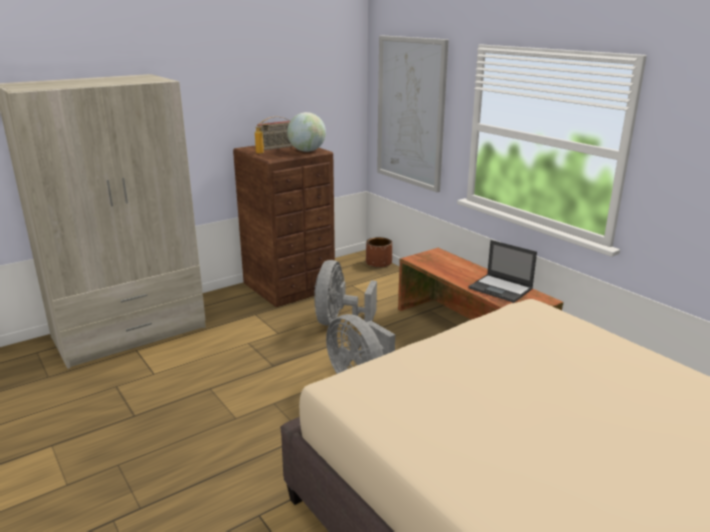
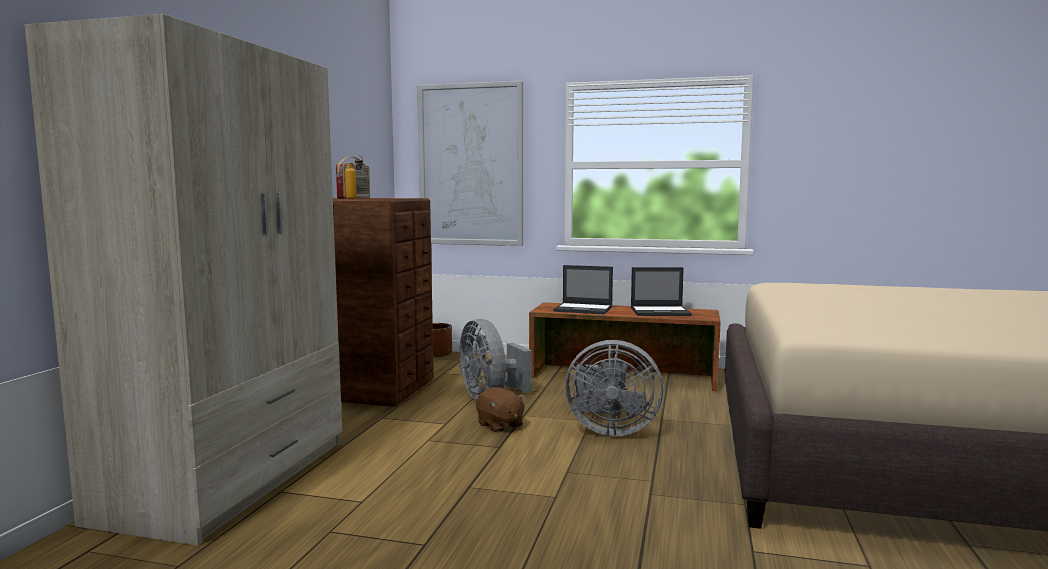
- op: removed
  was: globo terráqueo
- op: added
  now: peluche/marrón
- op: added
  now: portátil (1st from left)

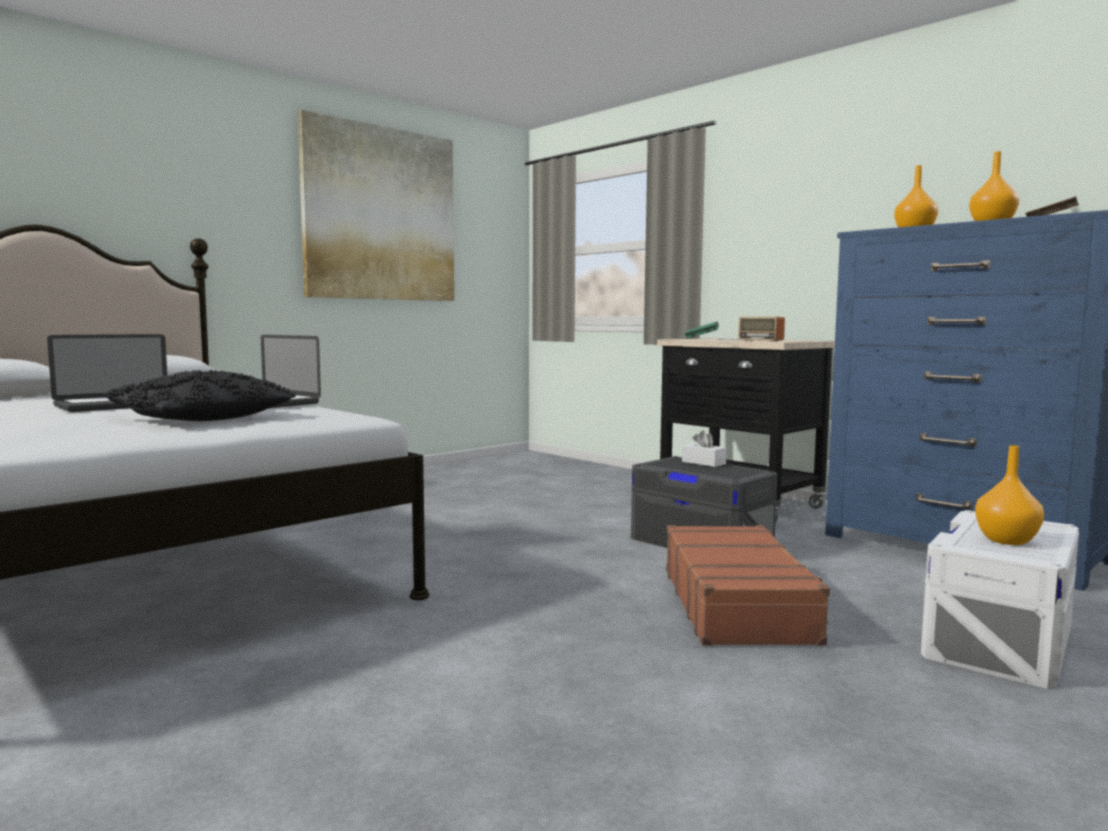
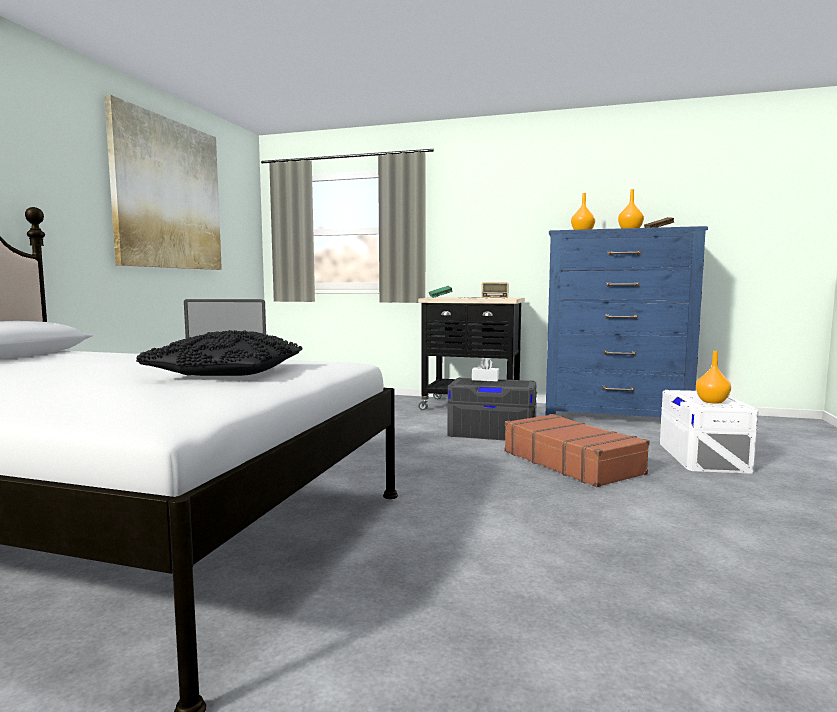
- op: removed
  was: portátil (1st from left)

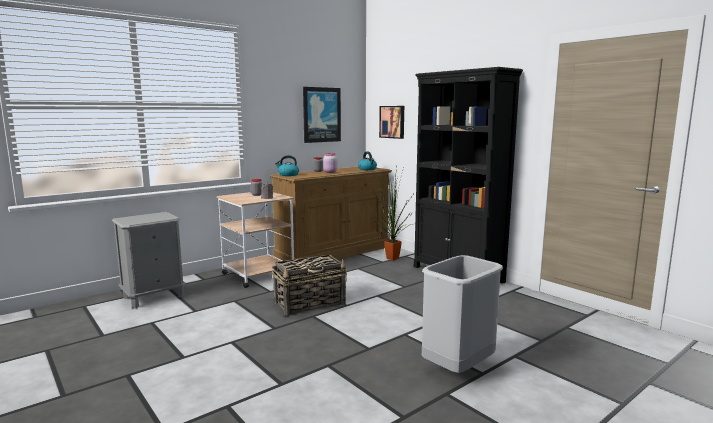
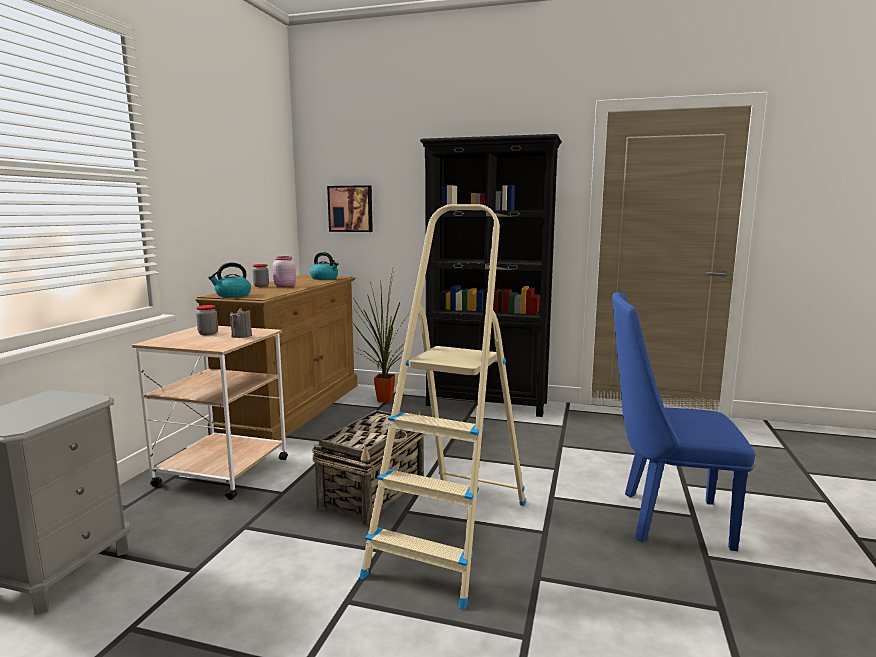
- op: removed
  was: cuadro (1st from left)
- op: added
  now: escalera de tijera/beis
- op: replaced
  was: papelera/gris
  now: silla/azul

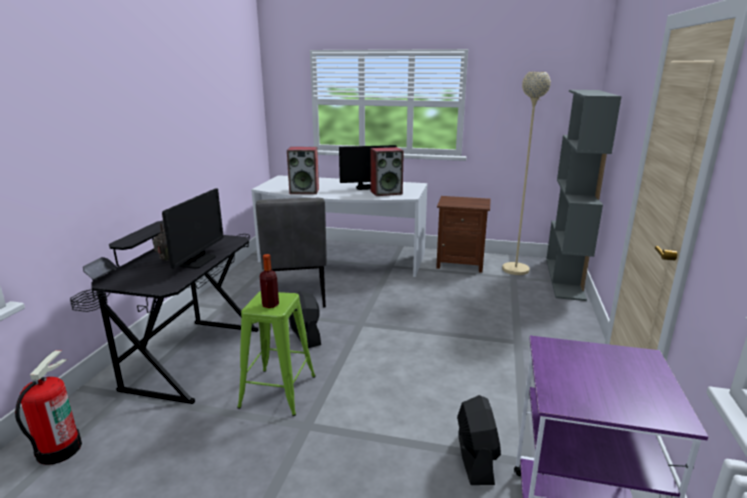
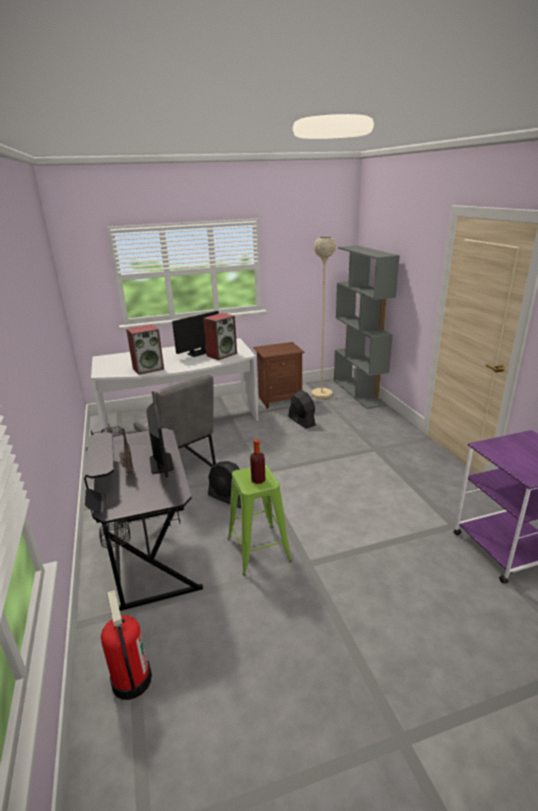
- op: moved
  was: ventilador/negro (2nd from left)

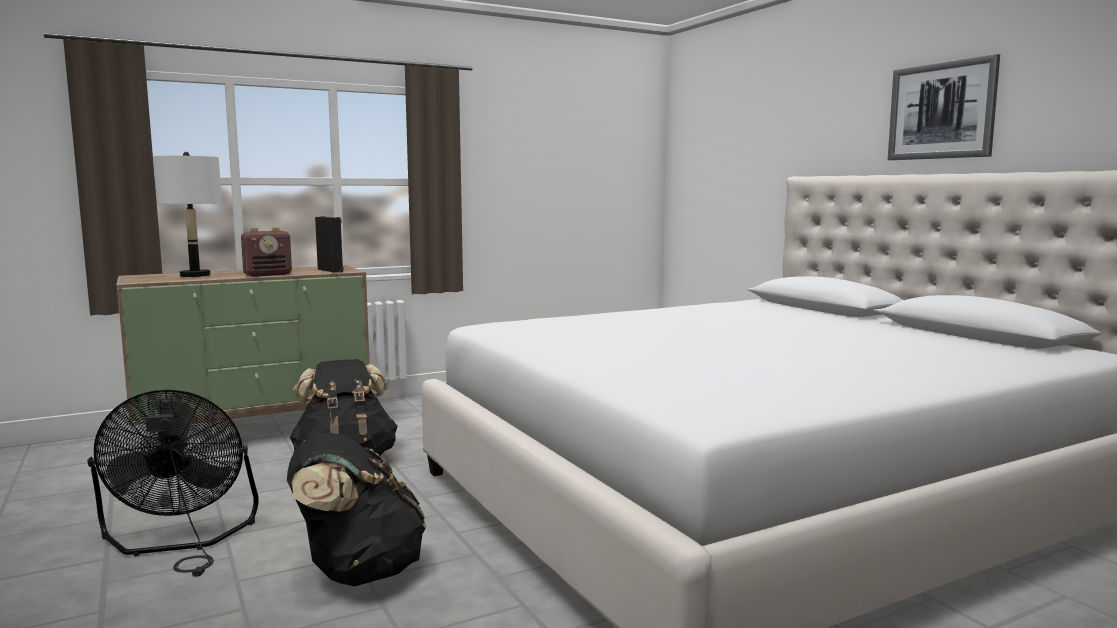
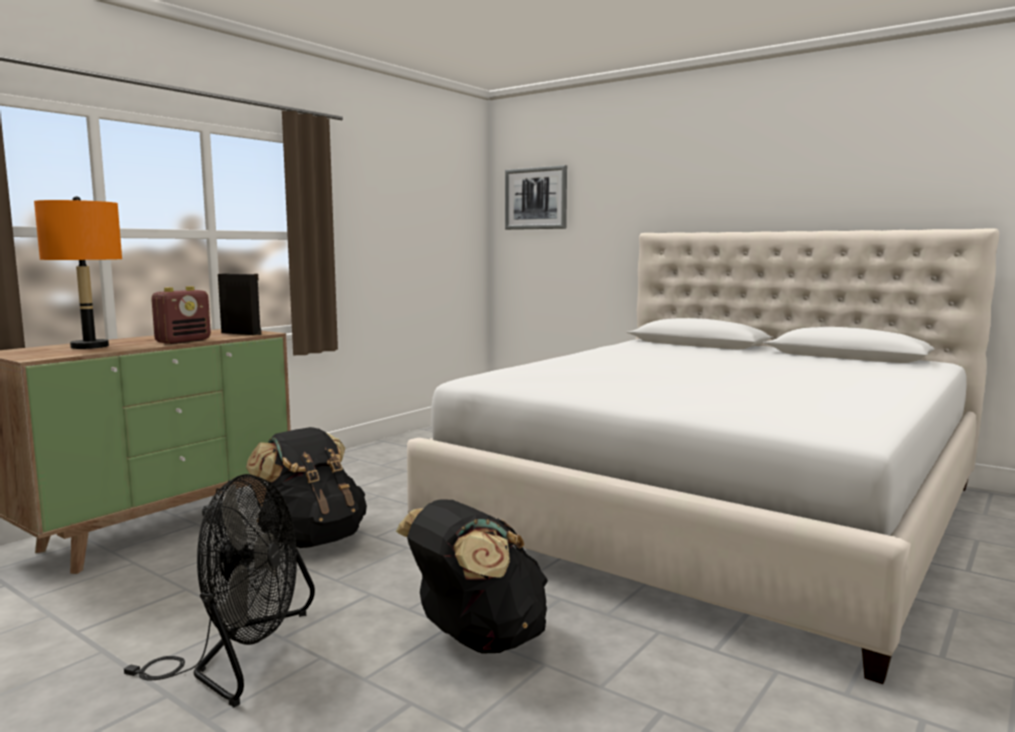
- op: moved
  was: cuadro
- op: recoloured
  was: lámpara de mesa/blanco
  now: lámpara de mesa/naranja
- op: turned
  was: ventilador/negro
  clockwise: 135

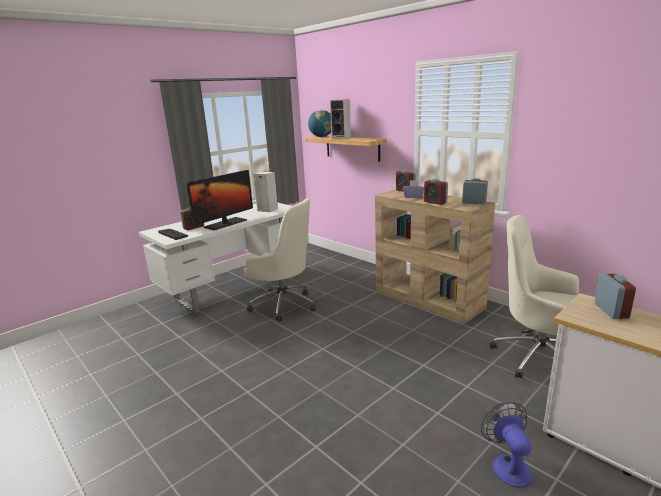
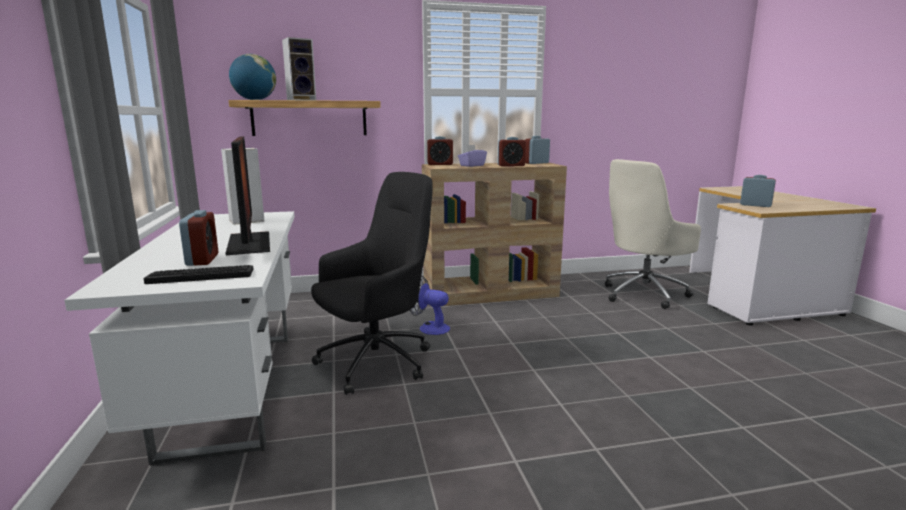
- op: moved
  was: ventilador
- op: recoloured
  was: silla de oficina/beis (1st from left)
  now: silla de oficina/negro

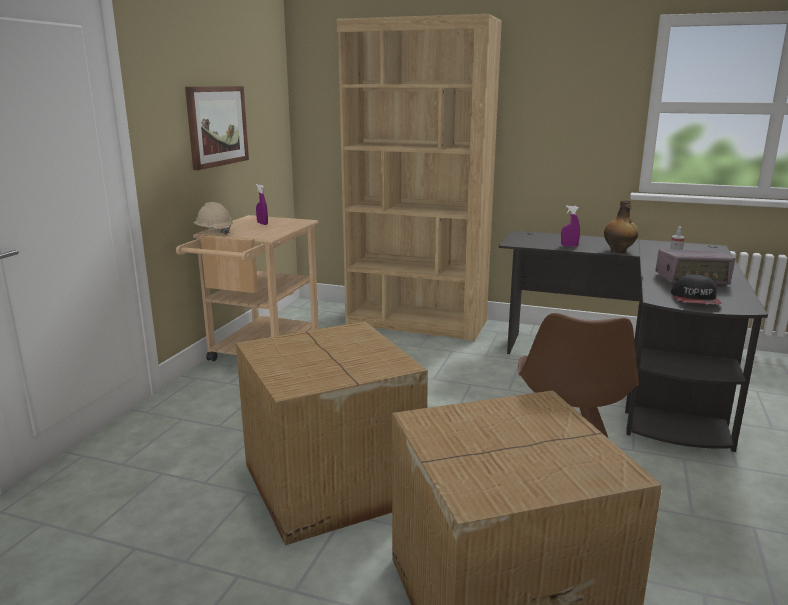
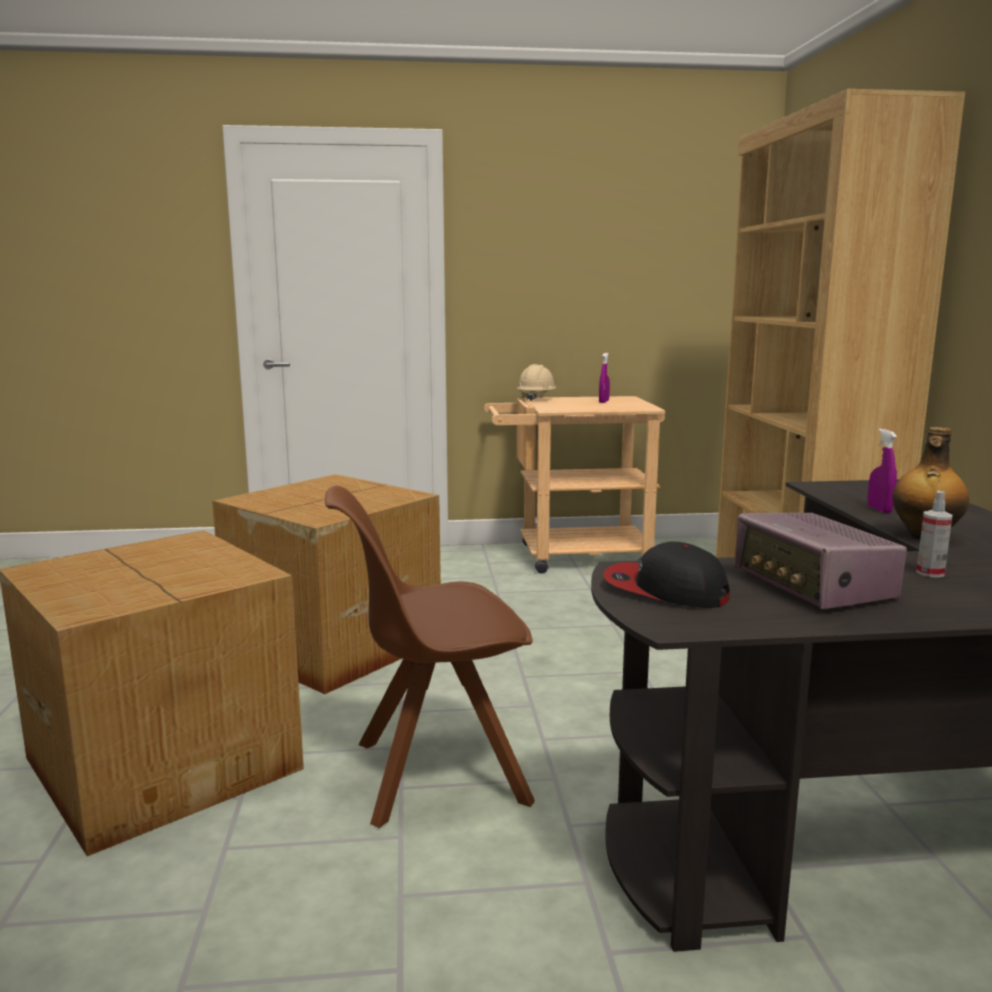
- op: removed
  was: cuadro
- op: turned
  was: gorra
  clockwise: 45

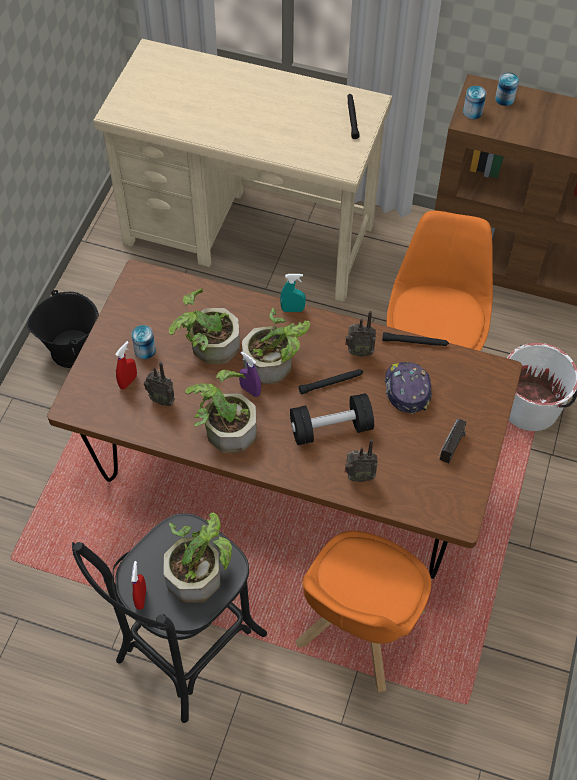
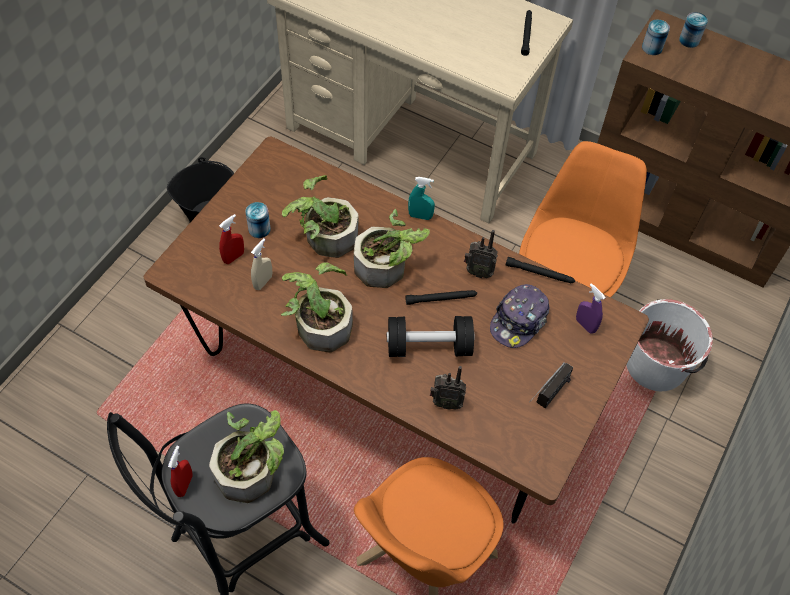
- op: moved
  was: pulverizador/morado
- op: replaced
  was: radio (1st from left)
  now: pulverizador/beis
- op: turned
  was: gorra
  clockwise: -150

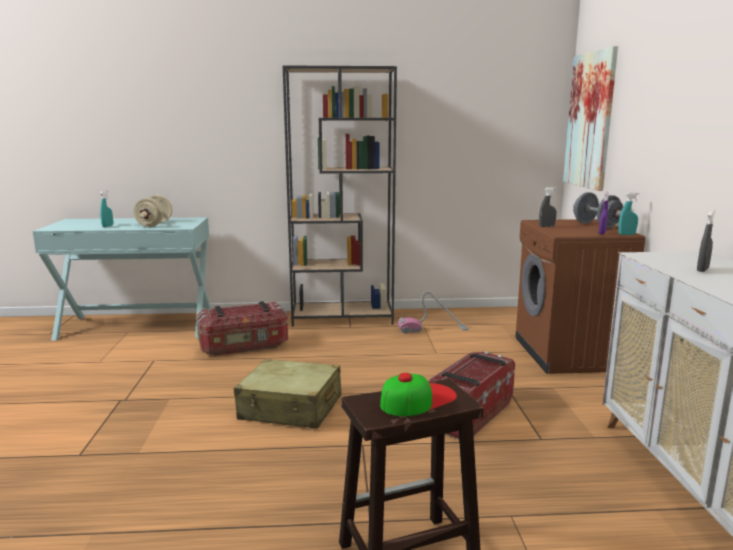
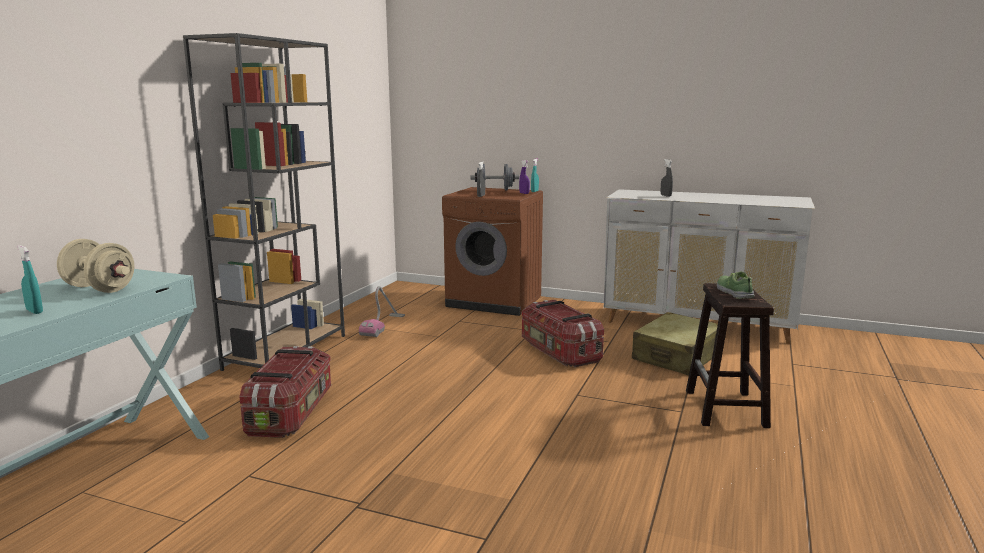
- op: removed
  was: cuadro
- op: moved
  was: maleta/beis
- op: replaced
  was: gorra
  now: zapato

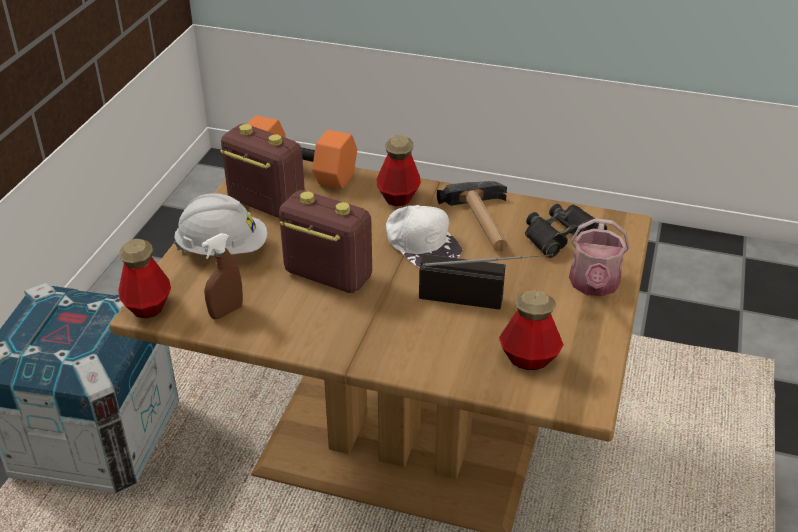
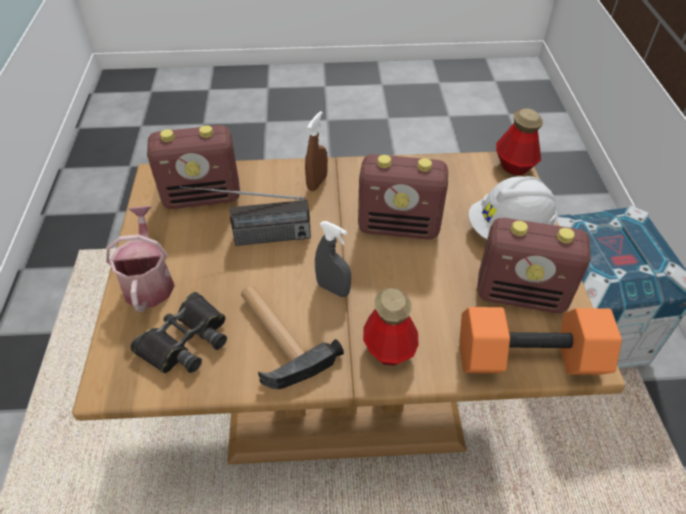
- op: moved
  was: pulverizador/marrón
- op: replaced
  was: gorra/blanco
  now: pulverizador/gris
- op: replaced
  was: botella (3rd from left)
  now: radio (1st from left)

